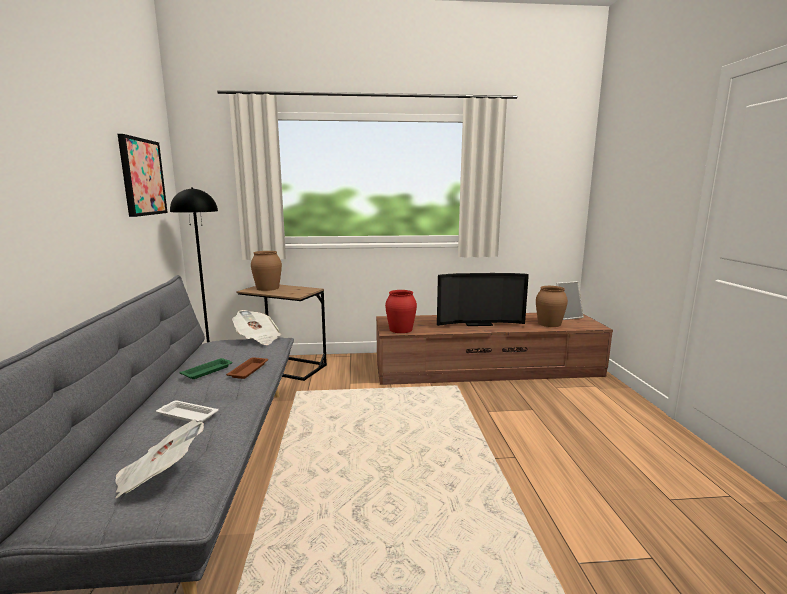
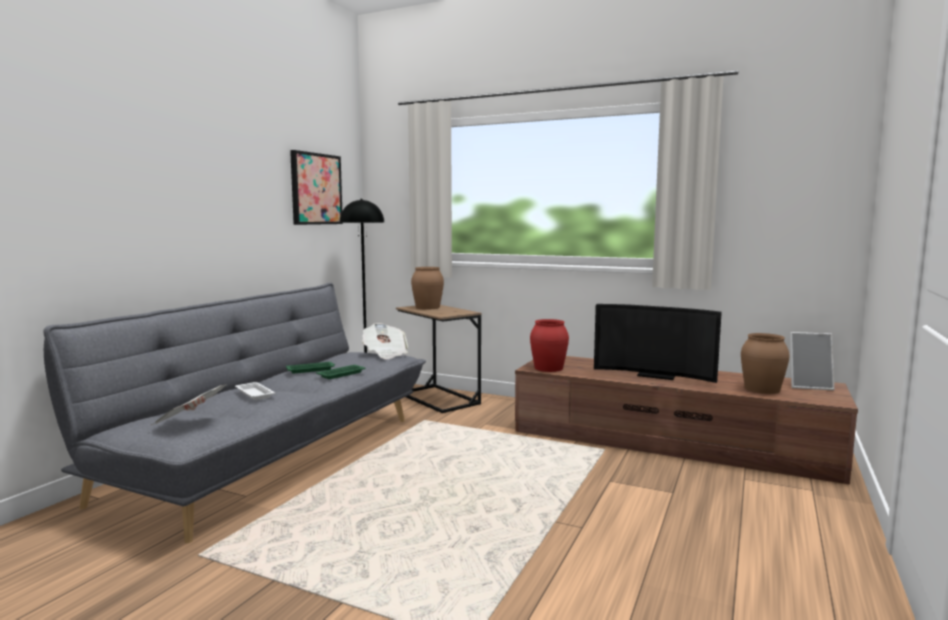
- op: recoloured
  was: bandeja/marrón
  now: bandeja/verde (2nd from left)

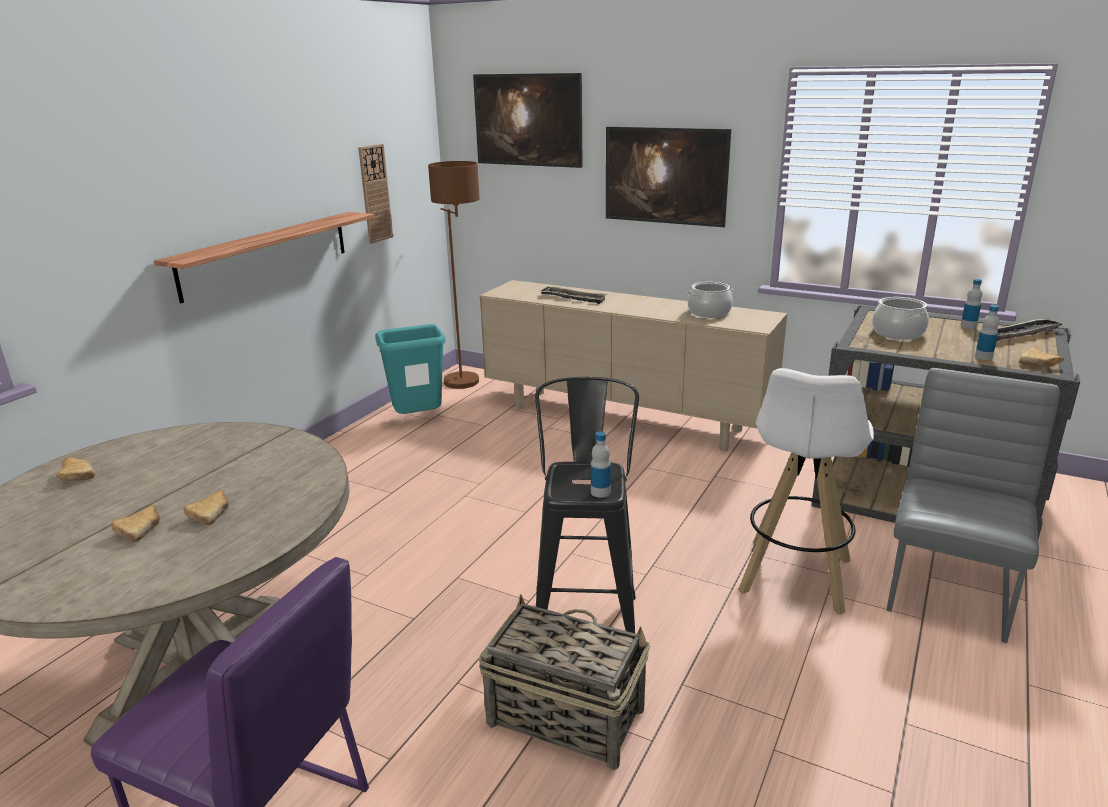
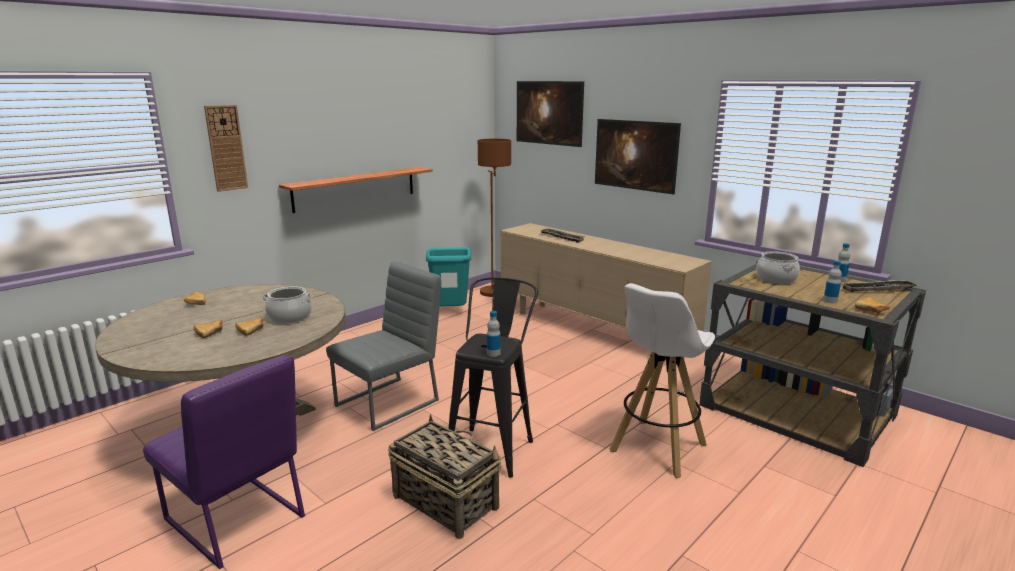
- op: moved
  was: reloj de pared
- op: moved
  was: olla (1st from left)
- op: moved
  was: silla/gris

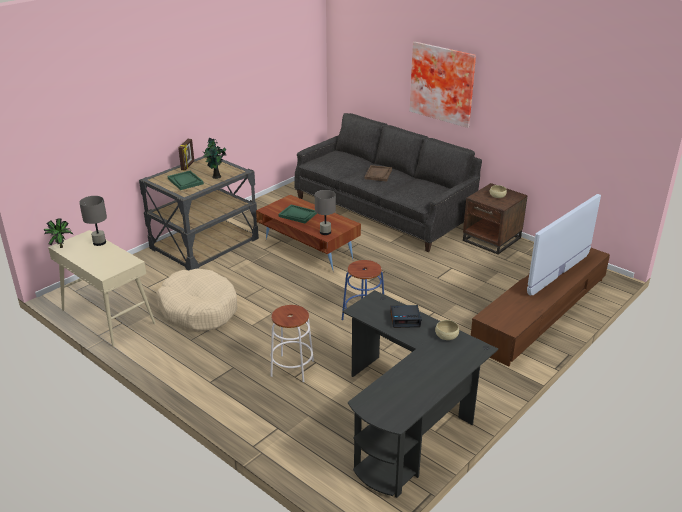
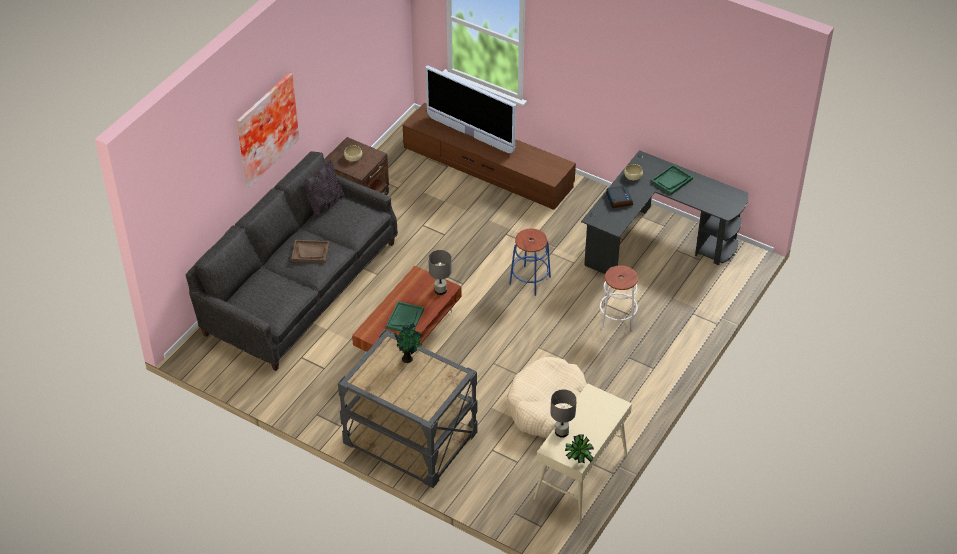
- op: removed
  was: portarretratos
- op: added
  now: cojín/negro
- op: moved
  was: bandeja/verde (1st from left in the first image)
  now: bandeja/verde (2nd from left)

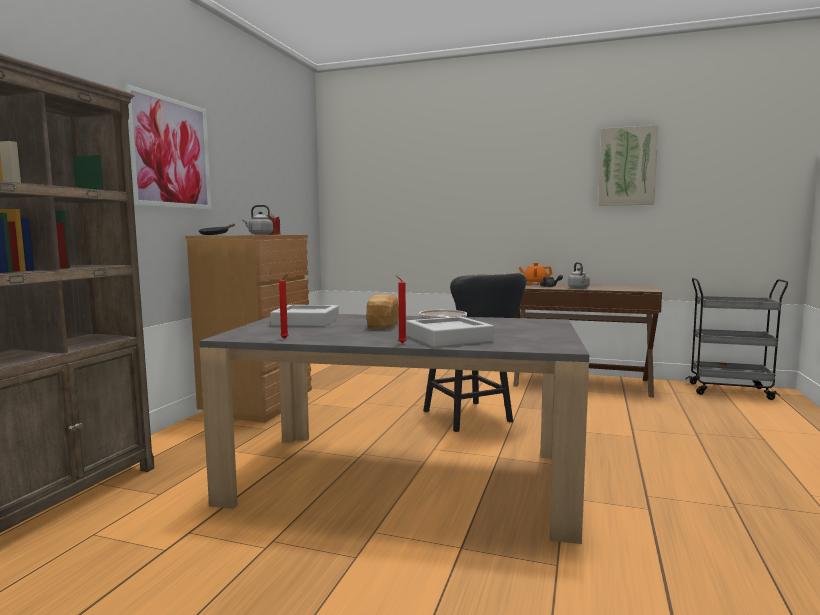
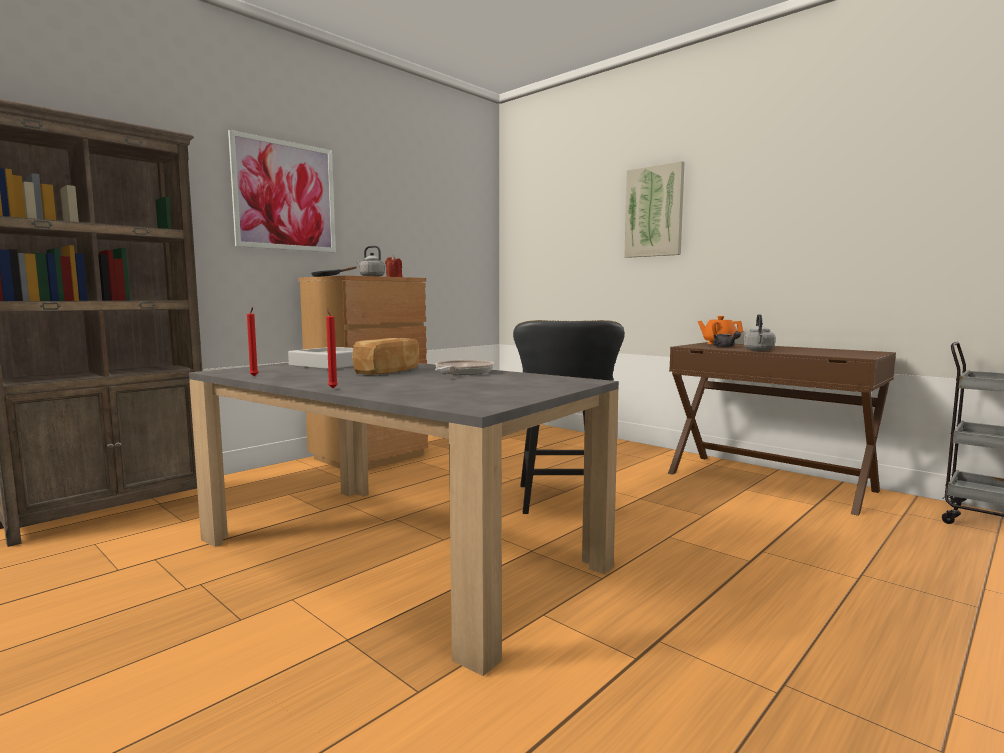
- op: removed
  was: bandeja/gris (2nd from left)
- op: moved
  was: cuadro (2nd from left)

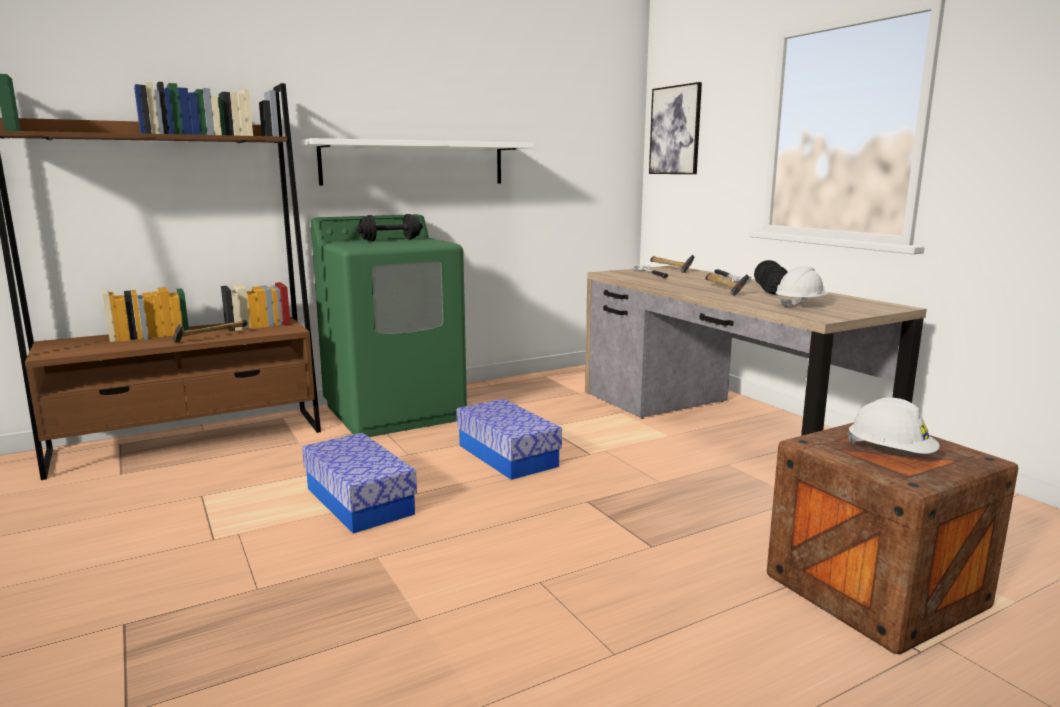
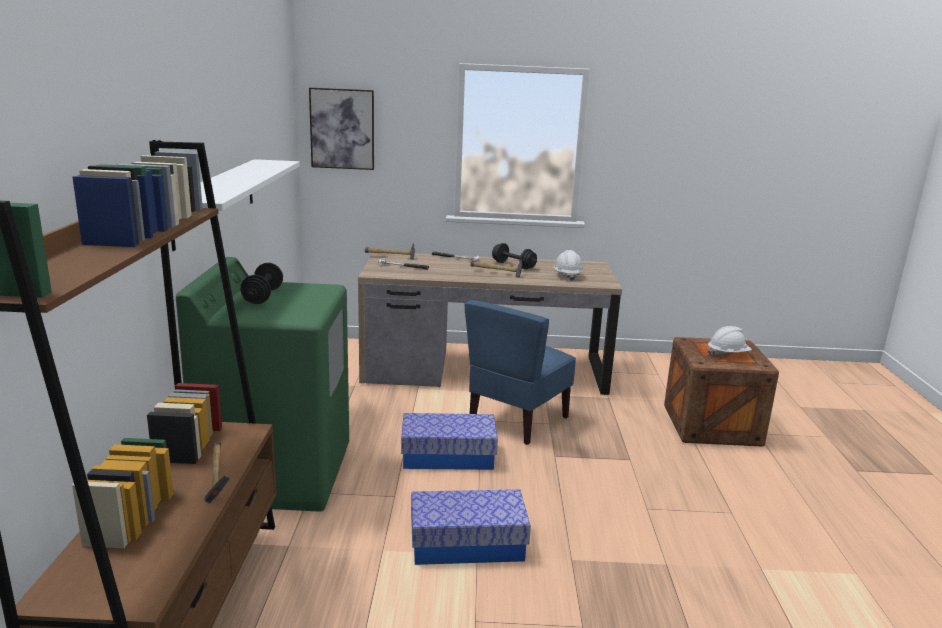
- op: added
  now: silla/azul

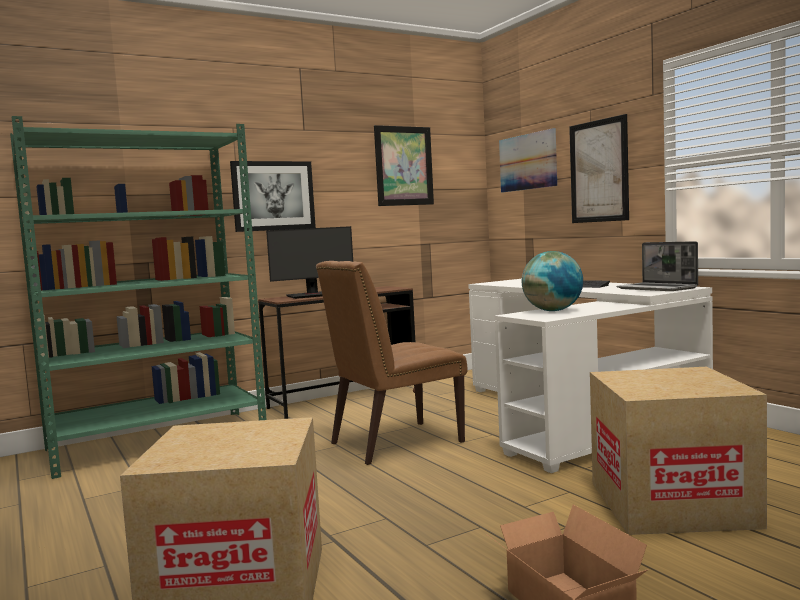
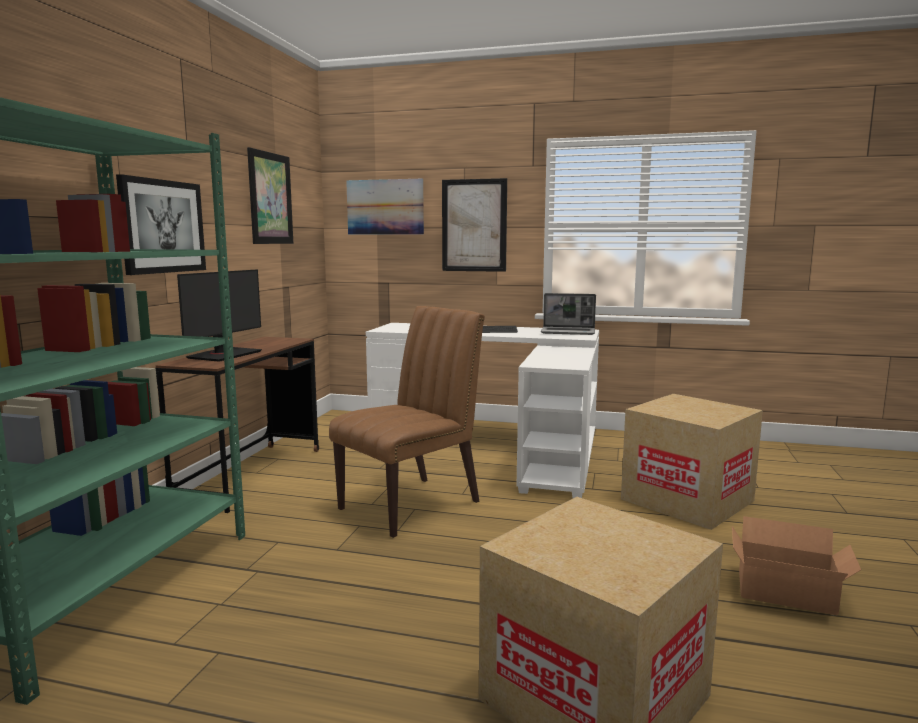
- op: removed
  was: globo terráqueo
- op: turned
  was: silla/marrón
  clockwise: -150

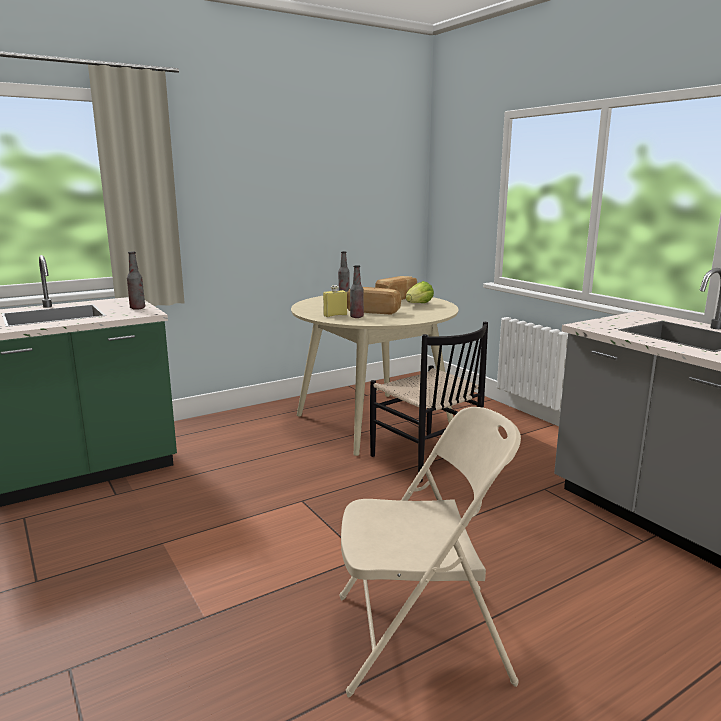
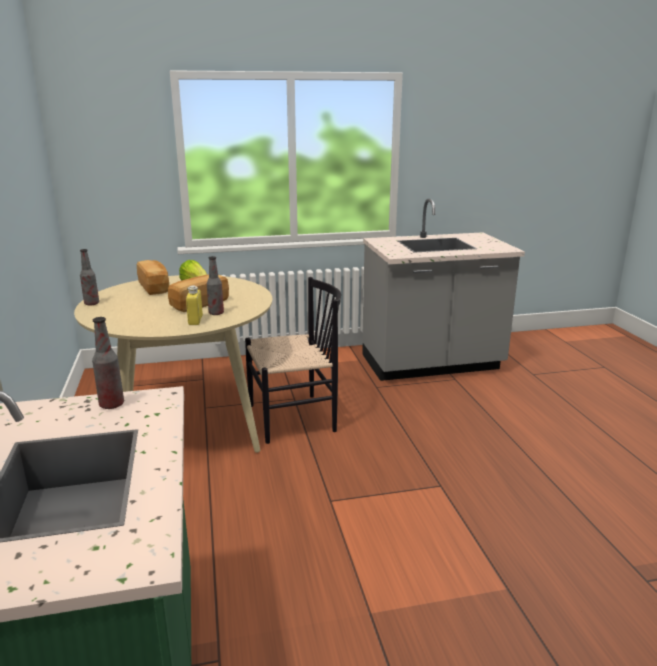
- op: removed
  was: silla/beis

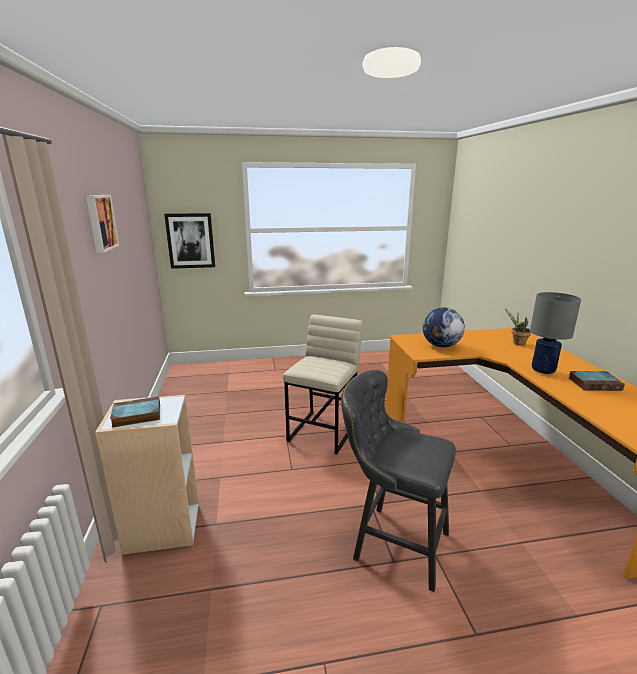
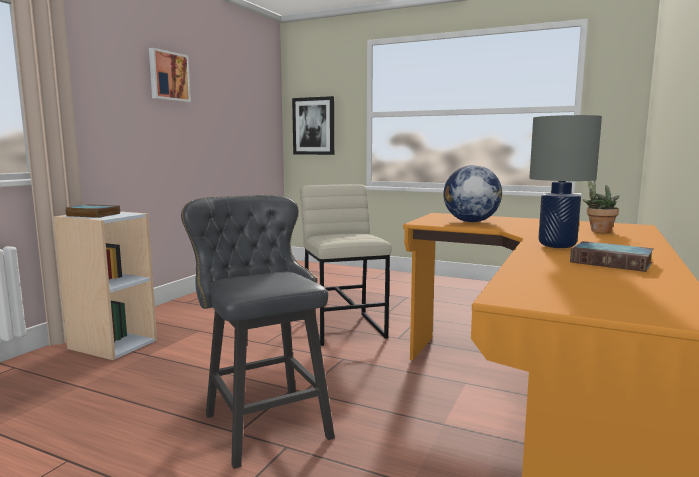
- op: turned
  was: silla/beis
  clockwise: -75

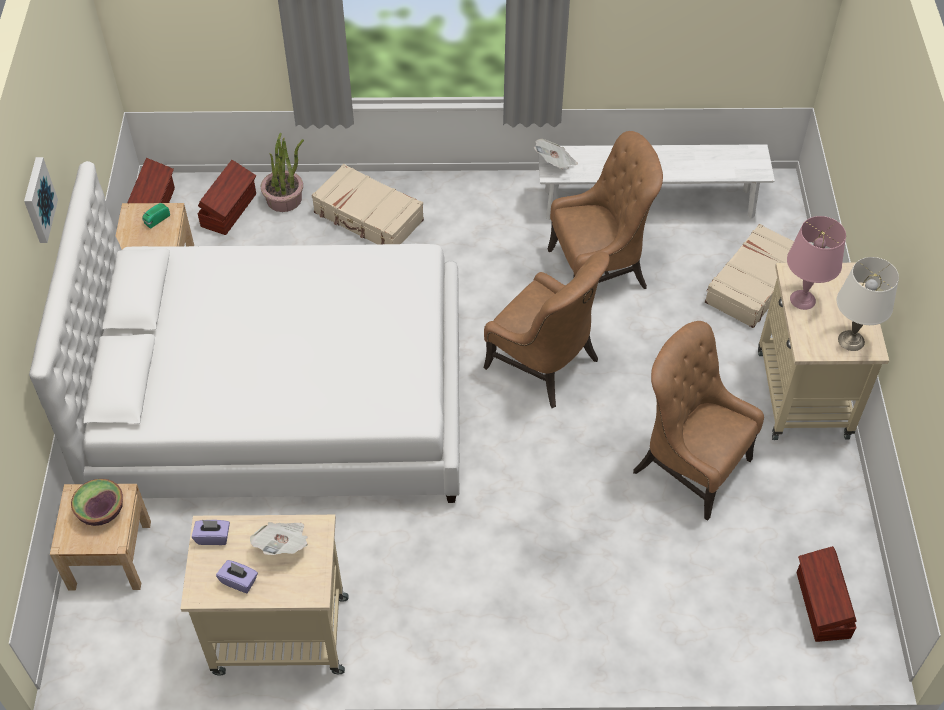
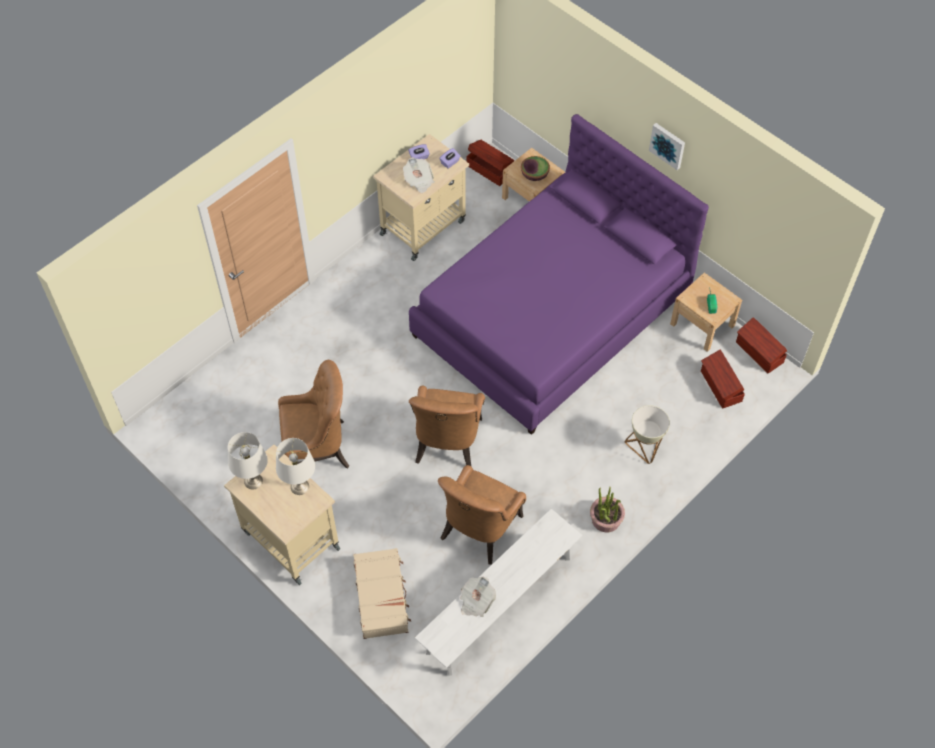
- op: moved
  was: planta en maceta
- op: moved
  was: periódico (2nd from left)
- op: moved
  was: caja de almacenaje/marrón (3rd from left in the first image)
  now: caja de almacenaje/marrón (1st from left)
- op: replaced
  was: maleta/beis (1st from left)
  now: maceta
- op: recoloured
  was: cama/blanco
  now: cama/morado
- op: recoloured
  was: lámpara de mesa/rosa
  now: lámpara de mesa/blanco (2nd from left)
- op: turned
  was: silla/marrón (1st from left in the first image)
  clockwise: -75

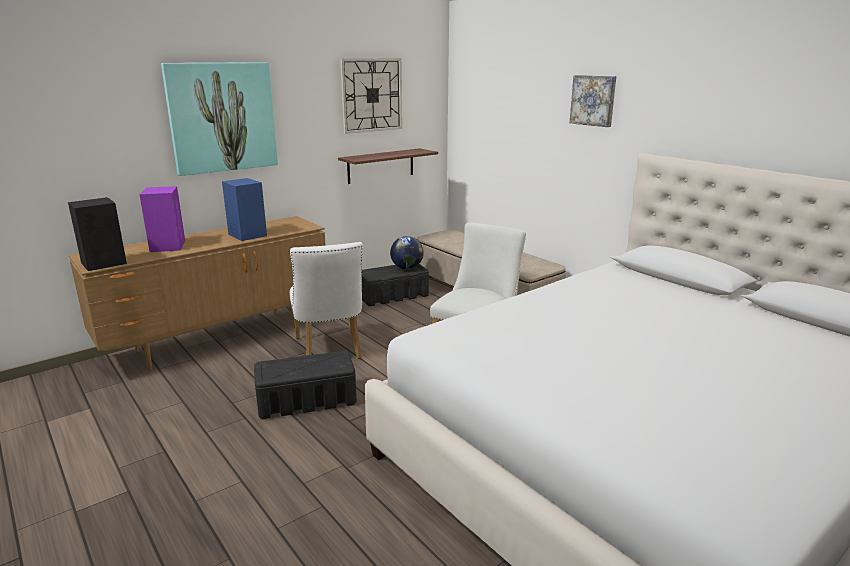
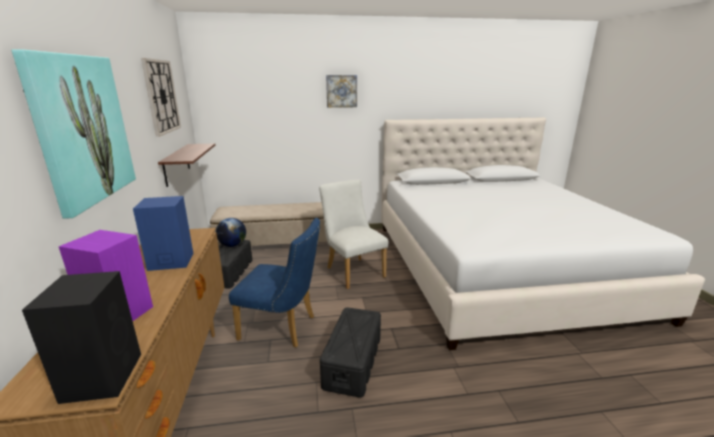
- op: recoloured
  was: silla/blanco (1st from left)
  now: silla/azul

